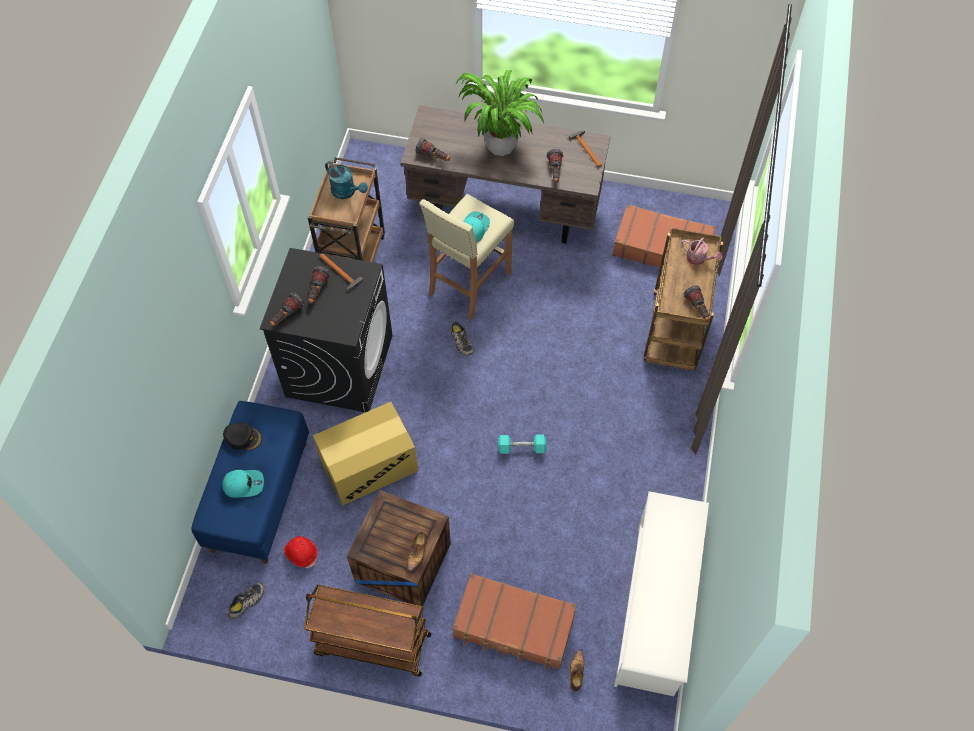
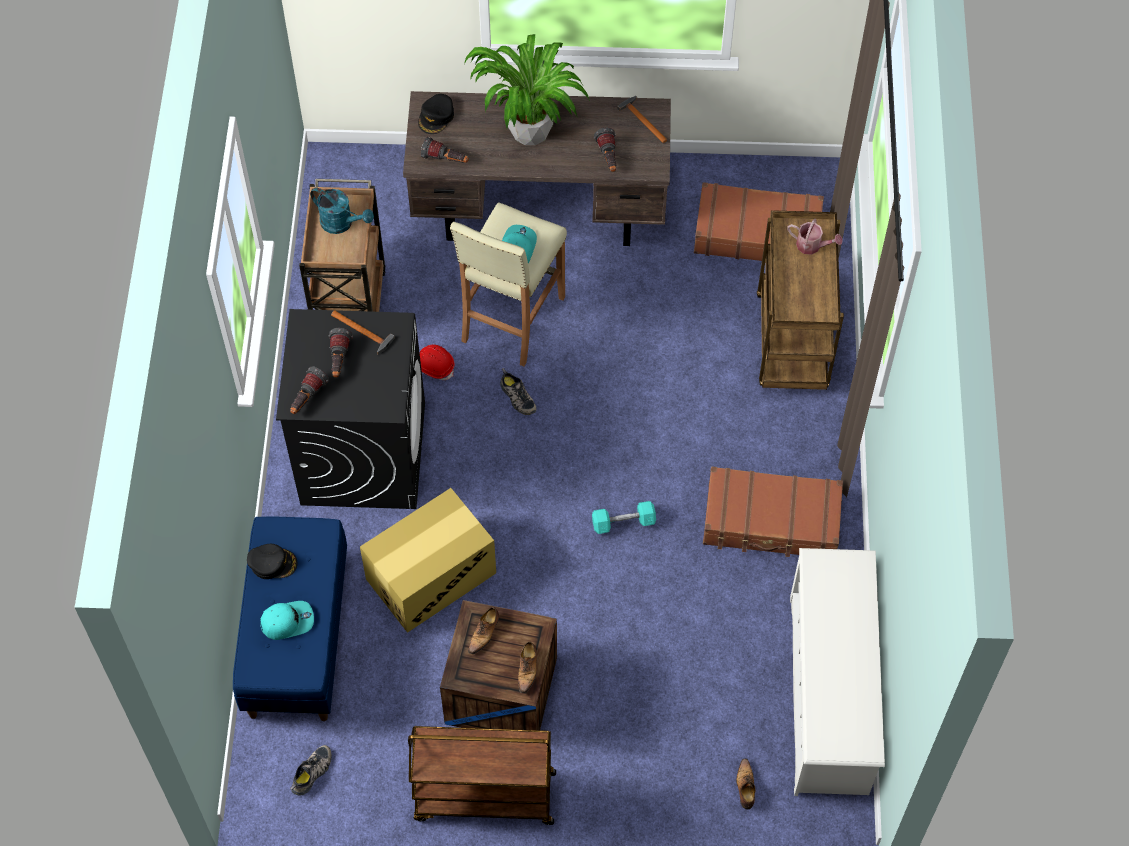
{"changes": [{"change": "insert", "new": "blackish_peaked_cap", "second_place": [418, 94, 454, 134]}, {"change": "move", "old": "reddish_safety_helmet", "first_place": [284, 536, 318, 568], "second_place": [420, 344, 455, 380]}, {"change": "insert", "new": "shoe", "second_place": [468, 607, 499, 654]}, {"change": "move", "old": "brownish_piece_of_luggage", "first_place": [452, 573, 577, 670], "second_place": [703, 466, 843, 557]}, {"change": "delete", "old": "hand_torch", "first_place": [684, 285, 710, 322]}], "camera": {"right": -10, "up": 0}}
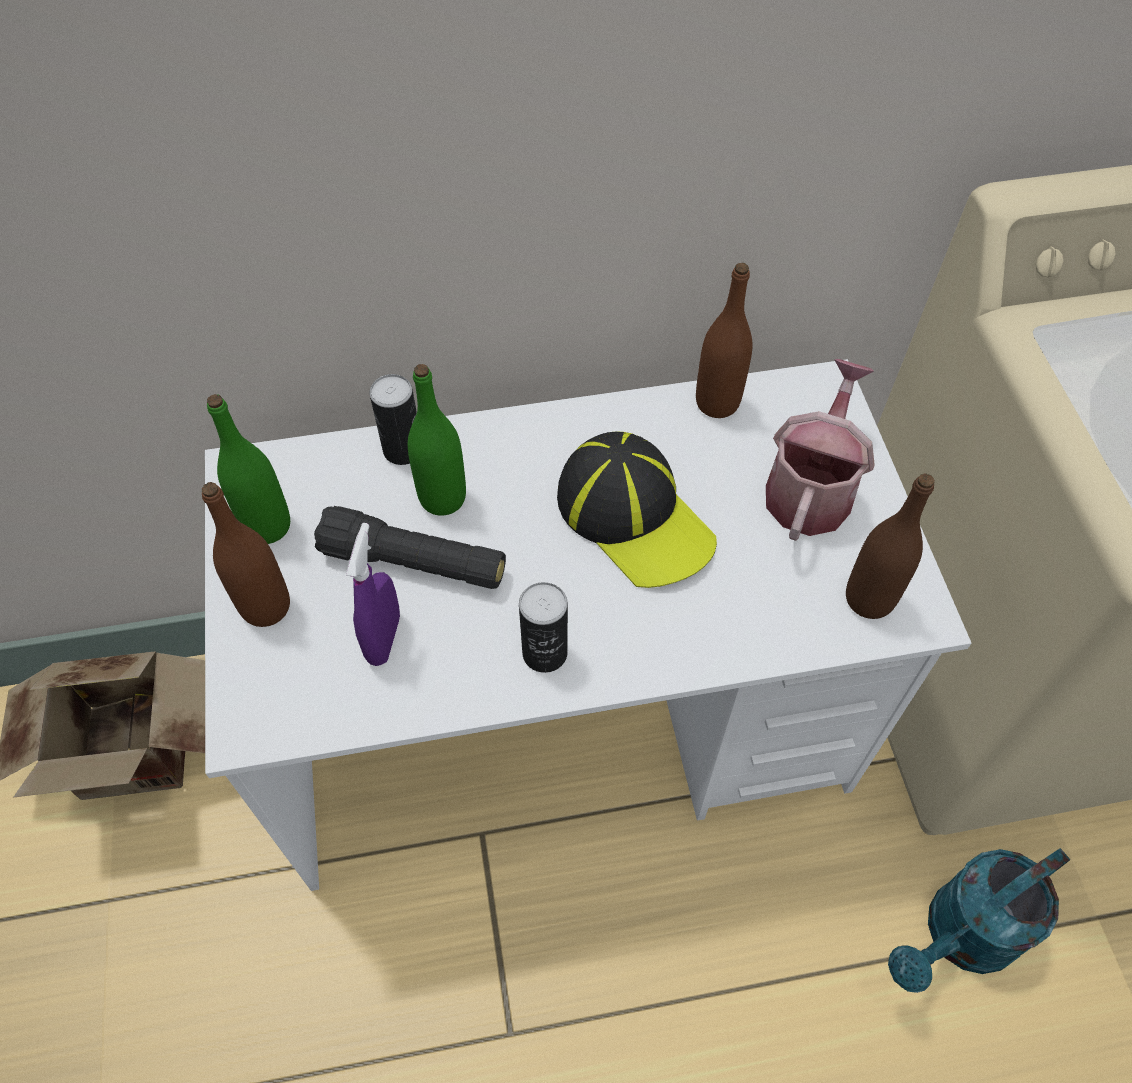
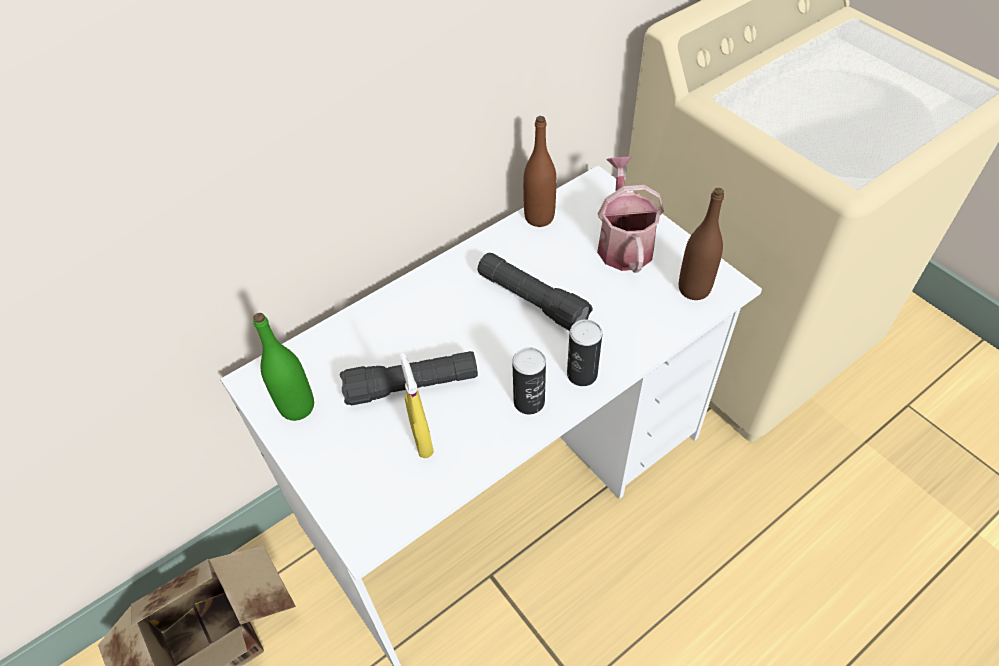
{"changes": [{"change": "recolor", "old": "purple-coloured_hand_sprayer", "new": "yellow_hand_sprayer", "first_place": [346, 523, 400, 666], "second_place": [400, 353, 434, 458]}, {"change": "replace", "old": "peaked_cap", "new": "blackish_hand_torch", "first_place": [557, 431, 717, 588], "second_place": [478, 253, 593, 331]}, {"change": "move", "old": "metal_can", "first_place": [369, 374, 417, 465], "second_place": [567, 319, 602, 386]}, {"change": "delete", "old": "brownish_beverage_bottle", "first_place": [202, 482, 290, 627]}, {"change": "delete", "old": "green_beverage_bottle", "first_place": [408, 364, 466, 516]}, {"change": "delete", "old": "turquoise-coloured_sprinkling_can", "first_place": [888, 848, 1070, 993]}], "camera": {"right": -25, "up": -5}}
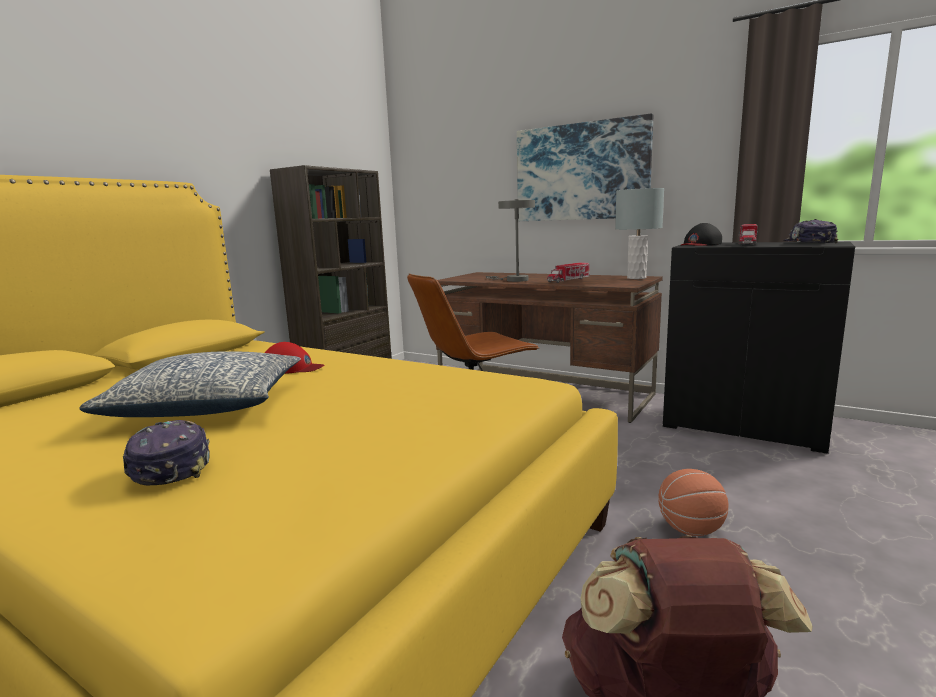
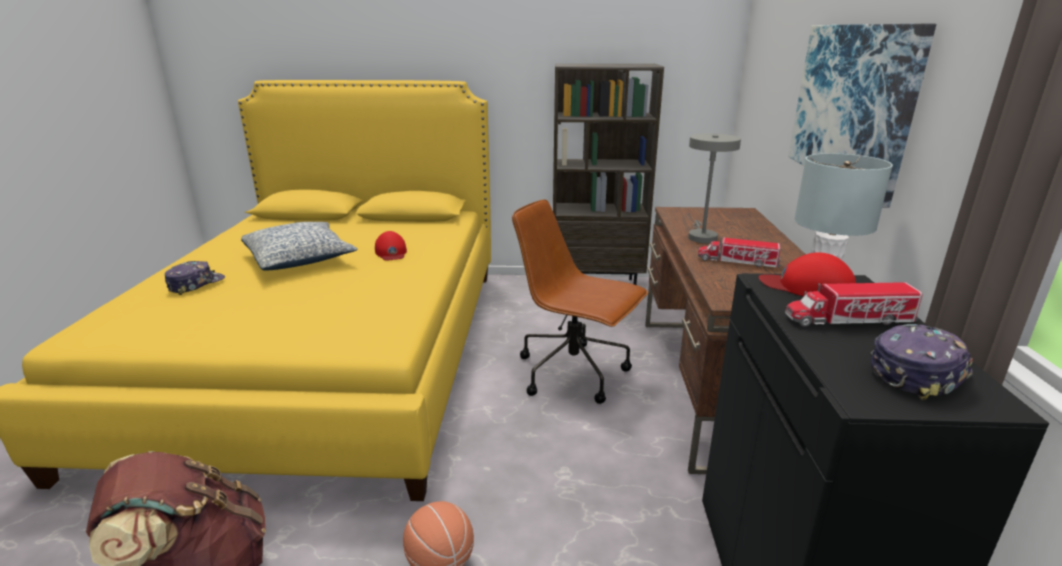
{"changes": [{"change": "recolor", "old": "blackish_peaked_cap", "new": "reddish_peaked_cap", "first_place": [681, 223, 722, 246], "second_place": [759, 252, 856, 296]}], "camera": {"right": 60, "up": 10}}
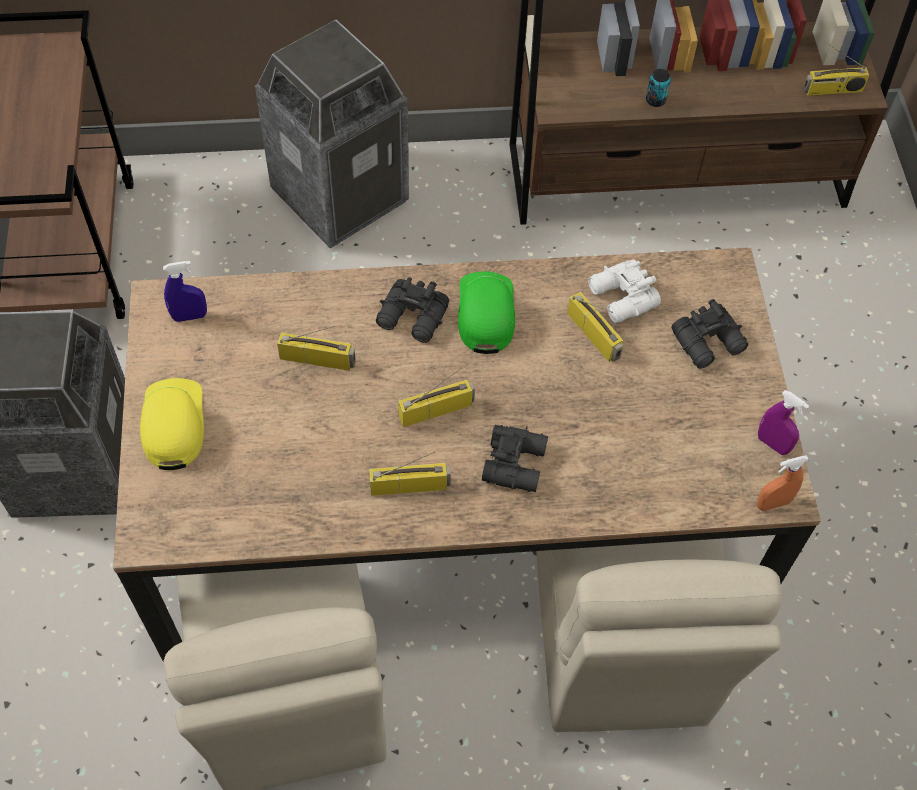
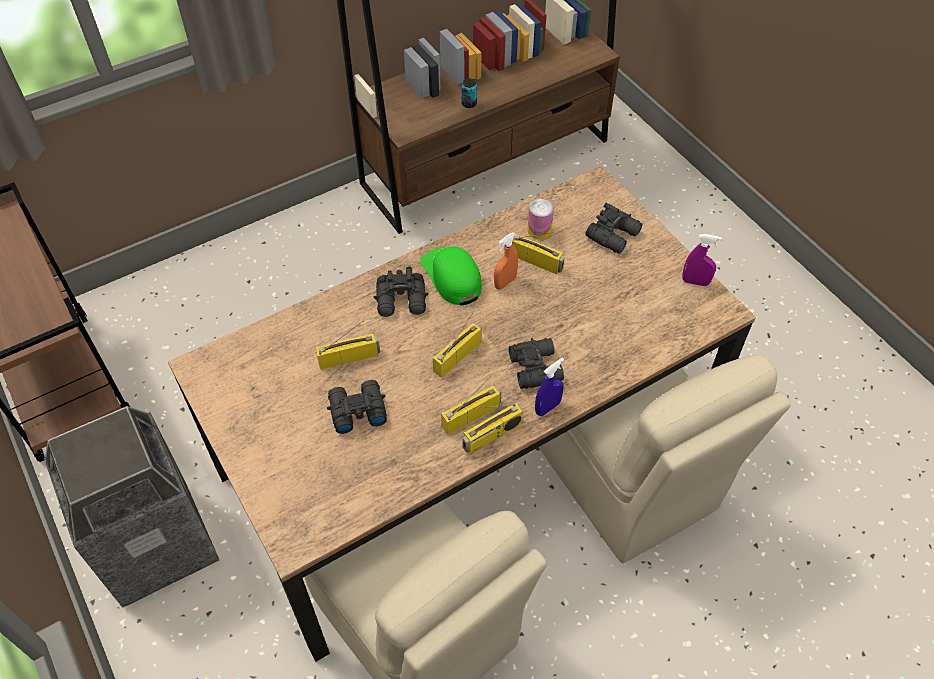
{"changes": [{"change": "insert", "new": "blackish_binoculars", "second_place": [327, 380, 387, 434]}, {"change": "move", "old": "radio_set", "first_place": [803, 45, 870, 96], "second_place": [462, 403, 523, 454]}, {"change": "move", "old": "orange_hand_sprayer", "first_place": [757, 455, 809, 511], "second_place": [494, 232, 518, 290]}, {"change": "replace", "old": "whitish_binoculars", "new": "metal_can", "first_place": [588, 260, 661, 323], "second_place": [527, 199, 554, 239]}, {"change": "move", "old": "bluish_hand_sprayer", "first_place": [163, 261, 207, 322], "second_place": [535, 358, 564, 416]}, {"change": "delete", "old": "yellow_peaked_cap", "first_place": [140, 378, 204, 470]}, {"change": "delete", "old": "trash_can", "first_place": [255, 20, 409, 248]}], "camera": {"right": -25, "up": -5}}
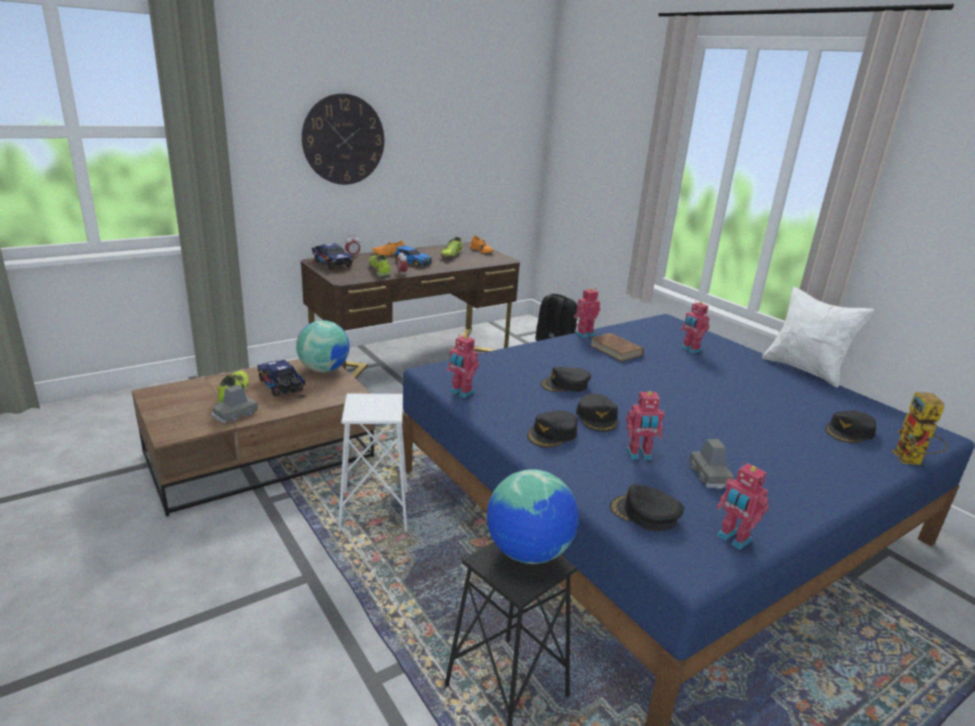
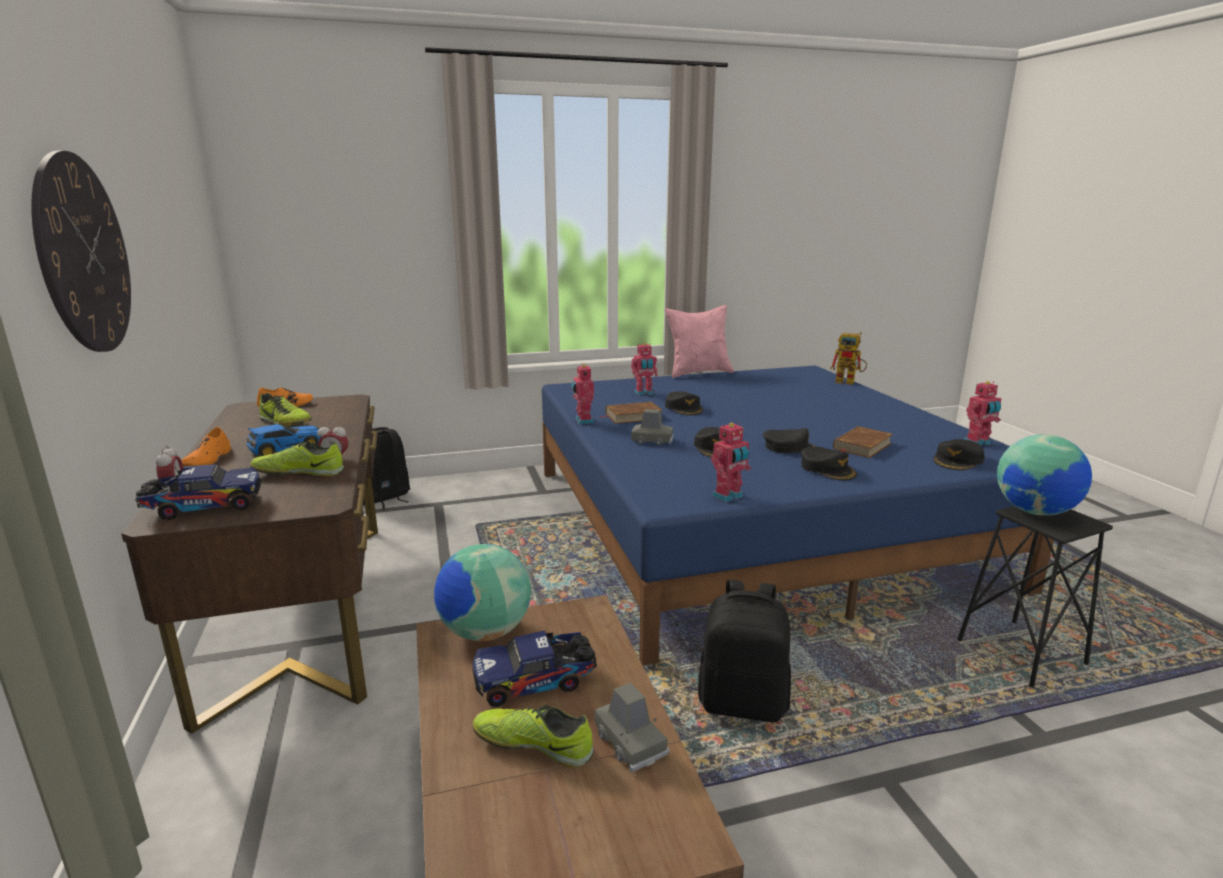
{"changes": [{"change": "move", "old": "grey_miniature_car", "first_place": [690, 439, 735, 489], "second_place": [631, 409, 674, 445]}, {"change": "recolor", "old": "whitish_pillow", "new": "pink-coloured_pillow", "first_place": [762, 287, 874, 387], "second_place": [665, 305, 734, 378]}, {"change": "move", "old": "blackish_peaked_cap", "first_place": [825, 411, 876, 443], "second_place": [665, 391, 703, 415]}, {"change": "replace", "old": "whitish_stool", "new": "blackish_rucksack", "first_place": [338, 394, 408, 532], "second_place": [698, 580, 791, 722]}, {"change": "replace", "old": "toy_robot", "new": "brownish_volume", "first_place": [626, 391, 665, 460], "second_place": [833, 426, 893, 458]}], "camera": {"right": -70, "up": -5}}
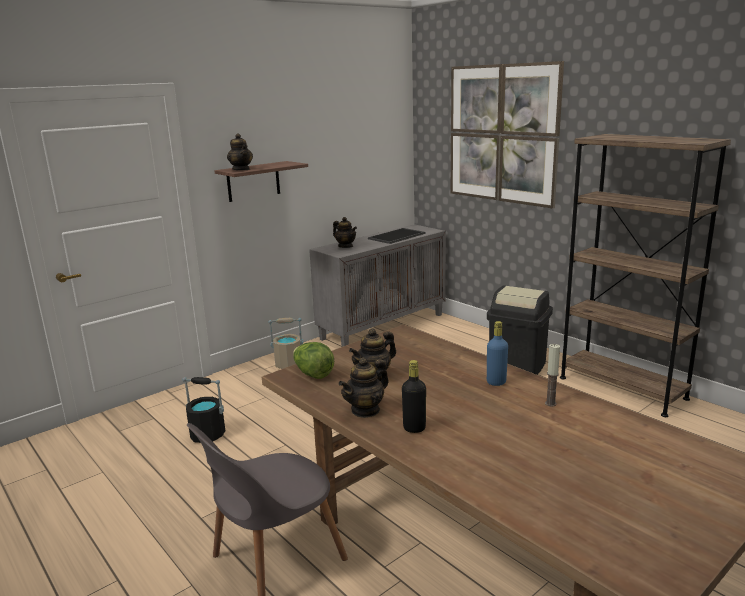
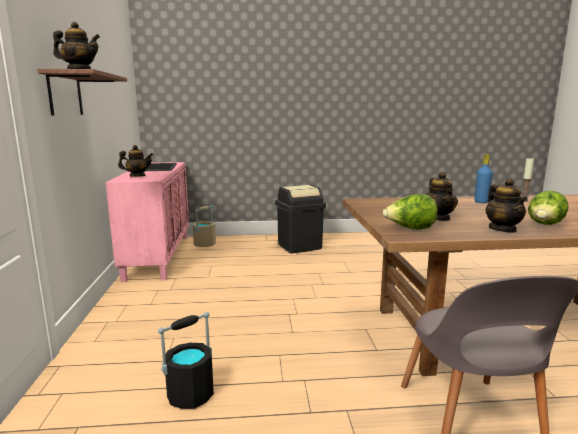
{"changes": [{"change": "recolor", "old": "grey_cabinet", "new": "pink-coloured_cabinet", "first_place": [309, 224, 446, 347], "second_place": [106, 162, 189, 282]}, {"change": "move", "old": "sand-coloured_pail", "first_place": [268, 318, 303, 369], "second_place": [193, 205, 216, 247]}, {"change": "replace", "old": "blackish_beverage_bottle", "new": "head_of_lettuce", "first_place": [402, 360, 426, 433], "second_place": [528, 190, 569, 225]}, {"change": "delete", "old": "wall_art", "first_place": [451, 61, 564, 208]}, {"change": "delete", "old": "brownish_bookshelf", "first_place": [560, 134, 731, 417]}], "camera": {"right": -55, "up": -5}}
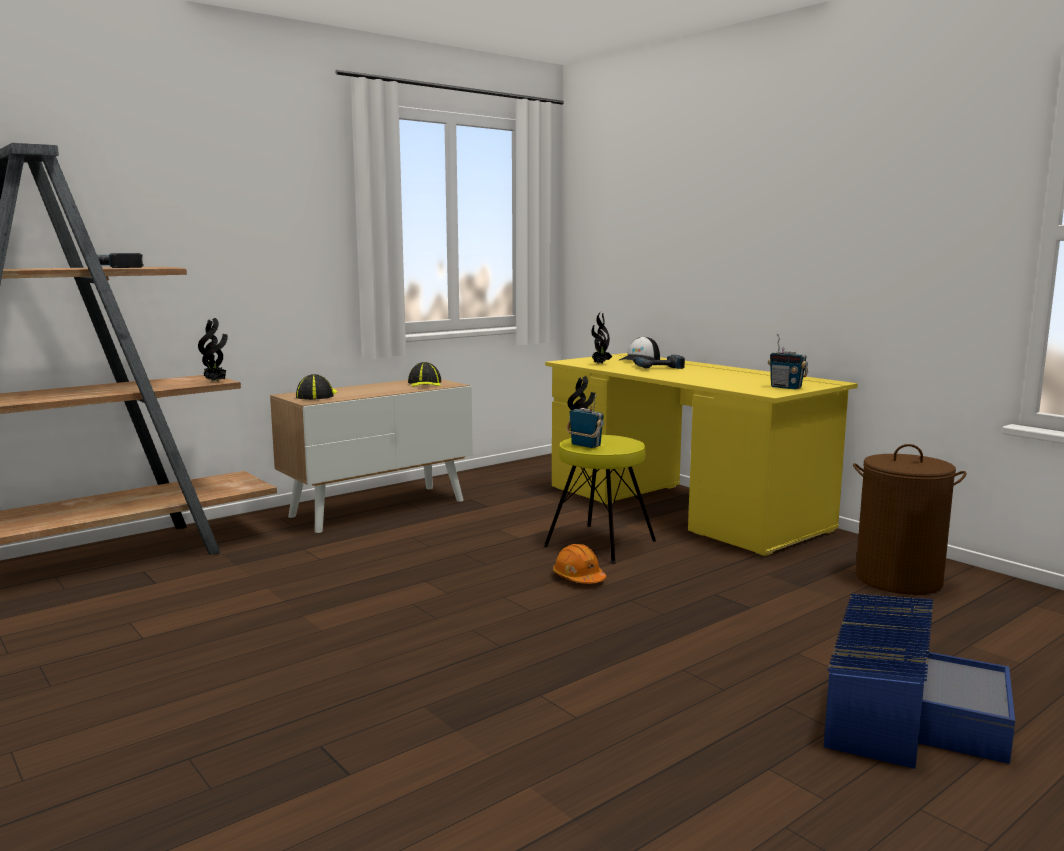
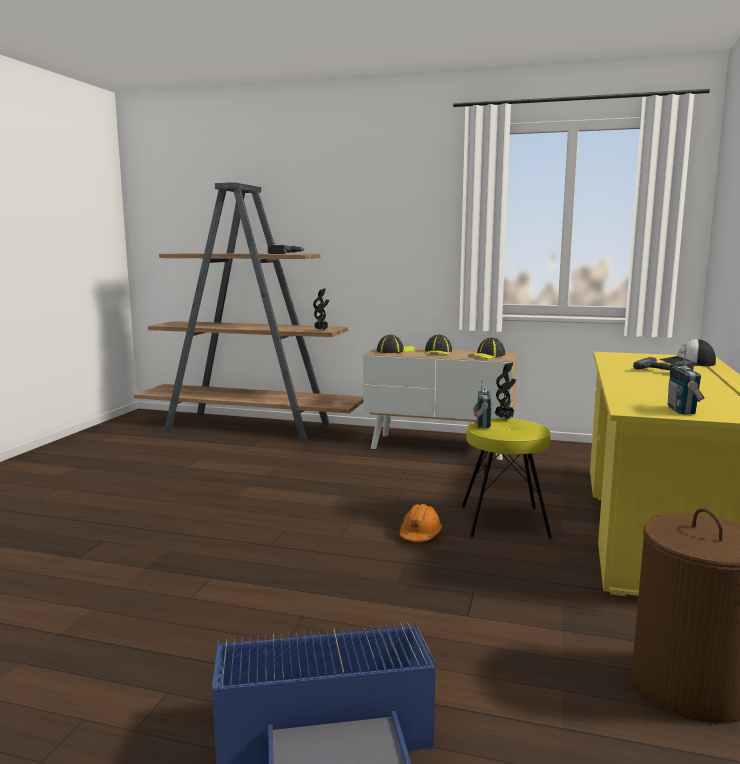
{"changes": [{"change": "insert", "new": "peaked_cap", "second_place": [425, 335, 452, 355]}, {"change": "delete", "old": "plant_in_a_pot", "first_place": [591, 312, 612, 364]}], "camera": {"right": 55, "up": 0}}
